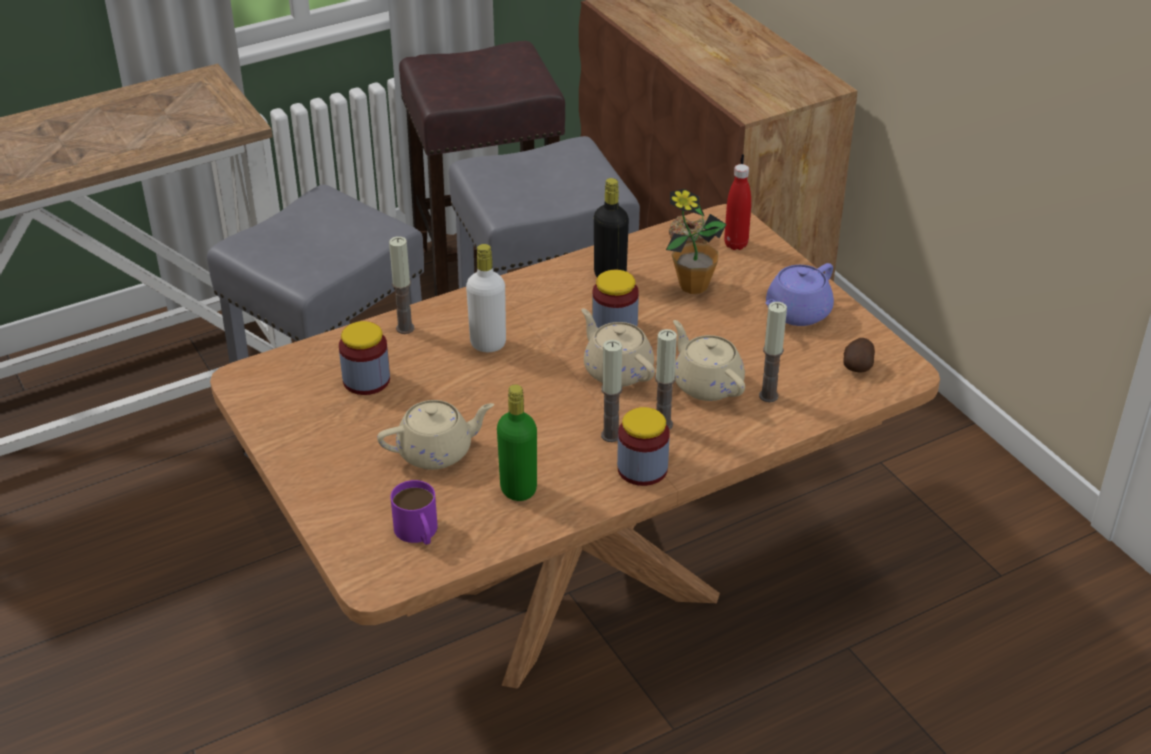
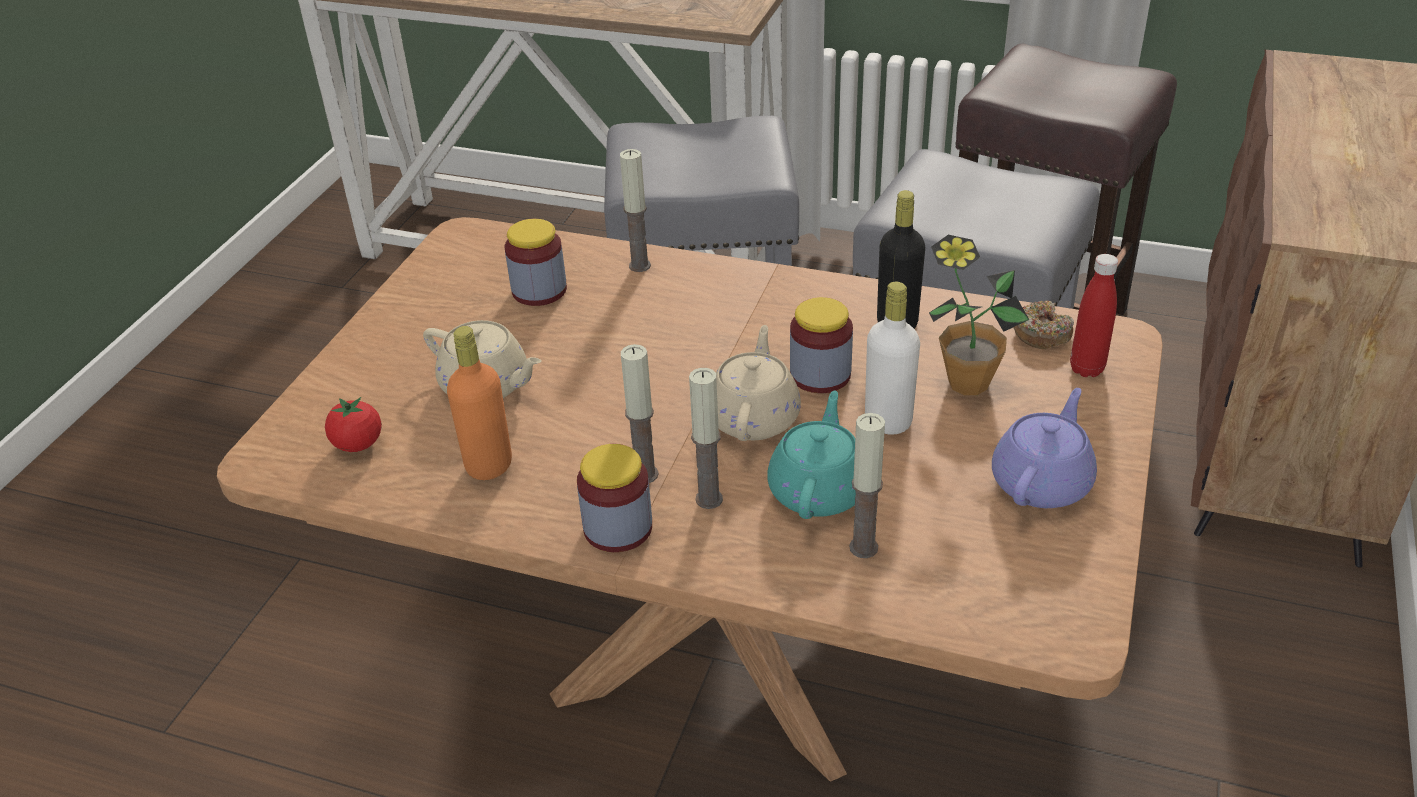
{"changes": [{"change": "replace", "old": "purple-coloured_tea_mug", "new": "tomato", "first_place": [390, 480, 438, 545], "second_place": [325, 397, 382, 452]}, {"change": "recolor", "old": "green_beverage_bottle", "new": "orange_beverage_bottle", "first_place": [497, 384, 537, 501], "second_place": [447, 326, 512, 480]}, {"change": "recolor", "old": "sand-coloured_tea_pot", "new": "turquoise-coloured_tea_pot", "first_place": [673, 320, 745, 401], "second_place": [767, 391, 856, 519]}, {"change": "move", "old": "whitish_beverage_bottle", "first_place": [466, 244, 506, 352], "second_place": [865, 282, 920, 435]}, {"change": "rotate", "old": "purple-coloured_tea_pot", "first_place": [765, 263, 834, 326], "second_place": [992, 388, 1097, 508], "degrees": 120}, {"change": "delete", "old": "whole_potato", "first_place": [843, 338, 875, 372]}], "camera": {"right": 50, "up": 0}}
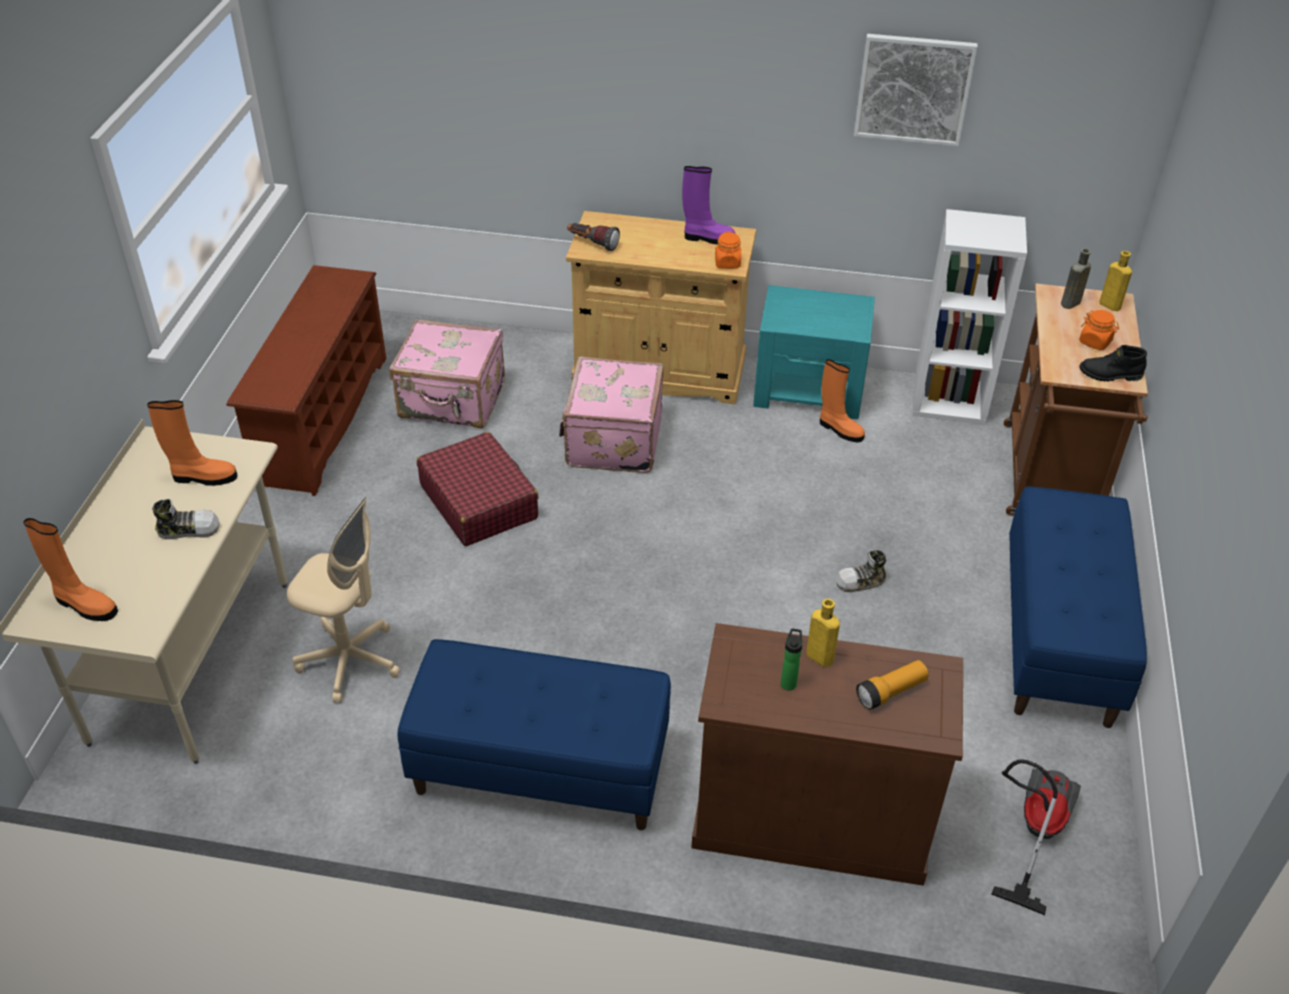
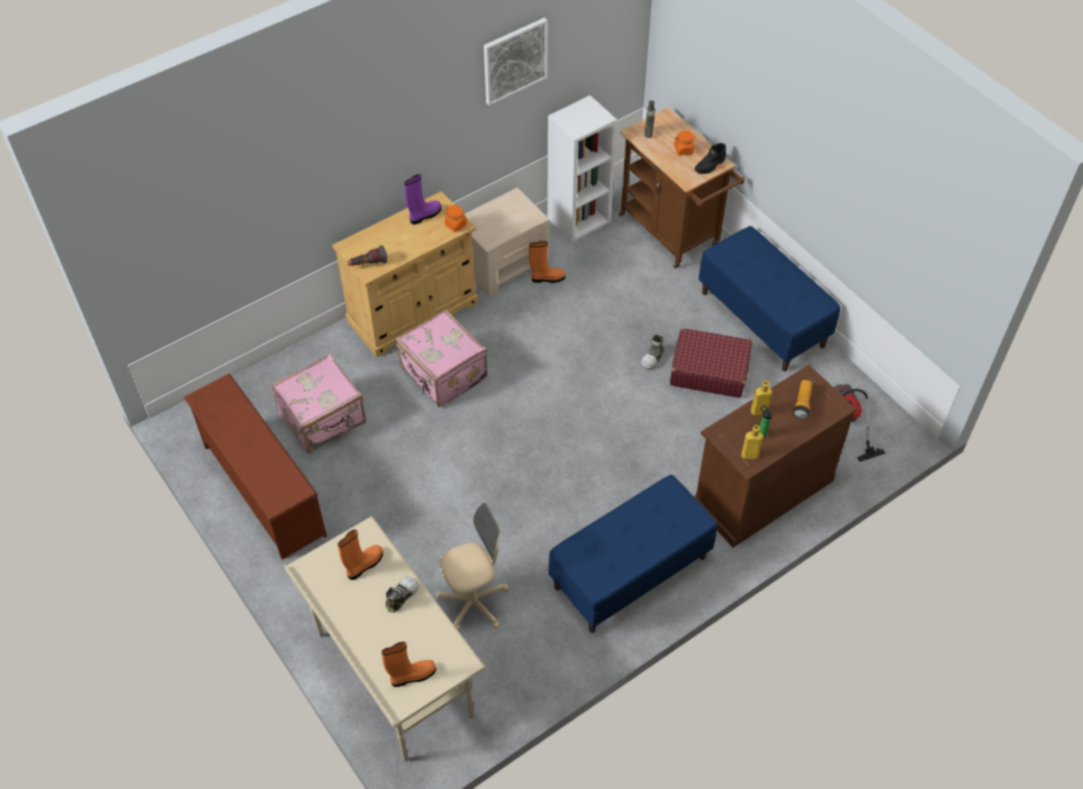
{"changes": [{"change": "recolor", "old": "turquoise-coloured_bedside_table", "new": "sand-coloured_bedside_table", "first_place": [753, 285, 875, 419], "second_place": [464, 187, 549, 297]}, {"change": "move", "old": "reddish_piece_of_luggage", "first_place": [417, 432, 539, 546], "second_place": [670, 328, 752, 398]}, {"change": "move", "old": "yellow_beverage_bottle", "first_place": [1100, 251, 1132, 311], "second_place": [741, 425, 763, 459]}], "camera": {"right": -45, "up": 10}}
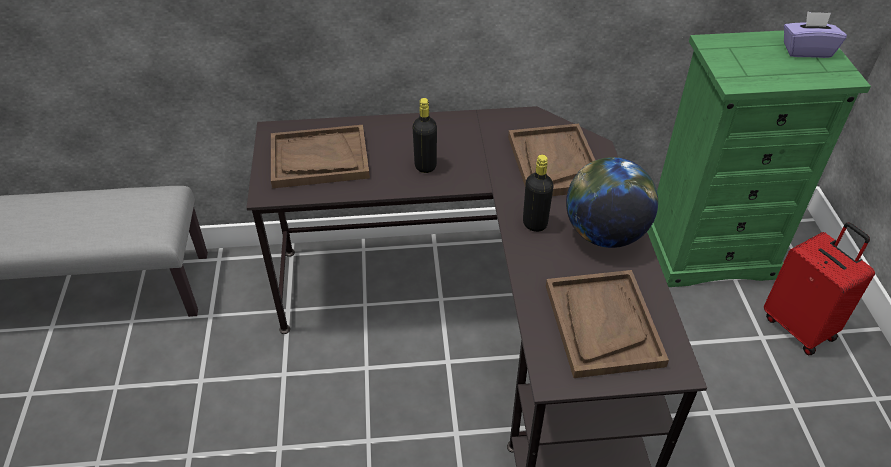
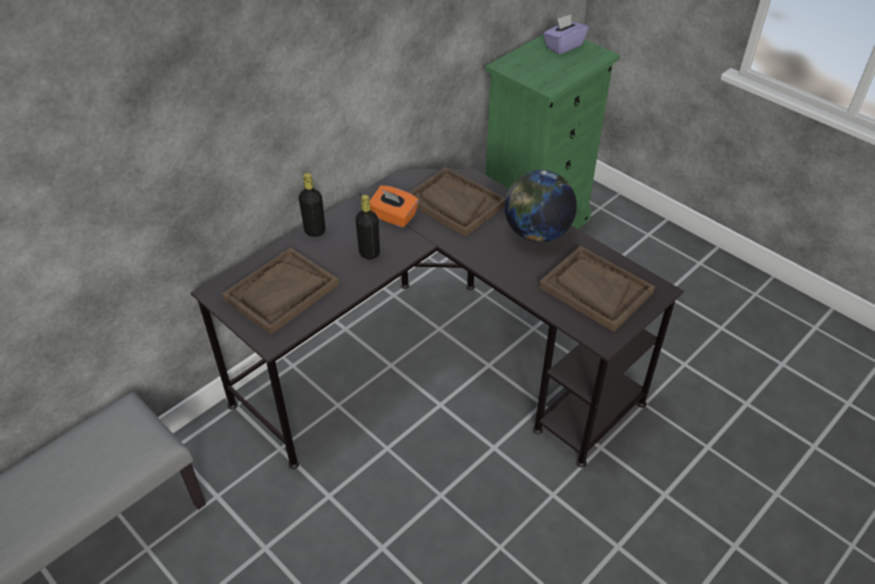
{"changes": [{"change": "move", "old": "blackish_beverage_bottle", "first_place": [523, 155, 554, 232], "second_place": [299, 173, 325, 237]}, {"change": "insert", "new": "orange_box_of_tissues", "second_place": [370, 185, 419, 228]}, {"change": "delete", "old": "reddish_piece_of_luggage", "first_place": [764, 222, 875, 355]}], "camera": {"right": -40, "up": 0}}
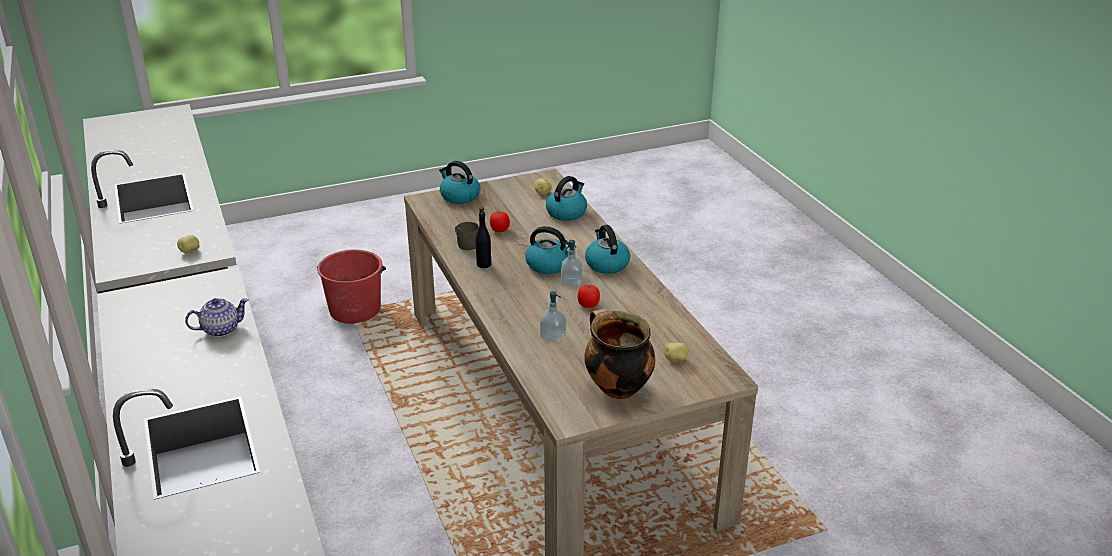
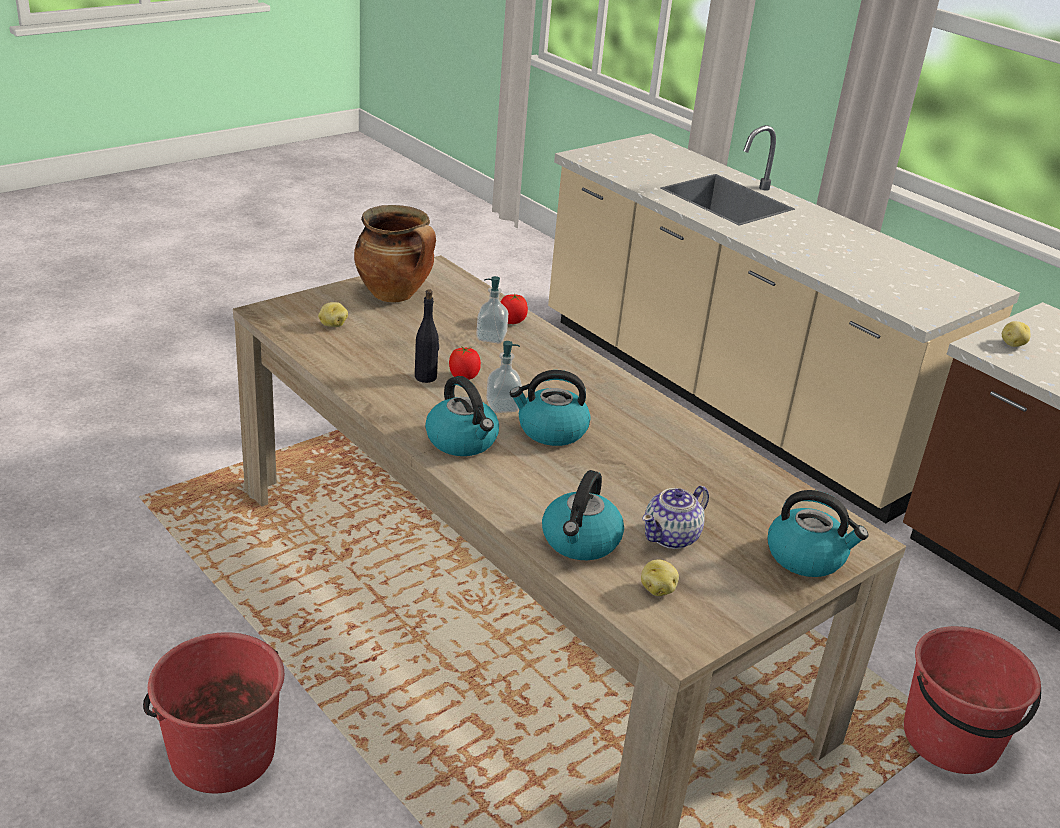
{"changes": [{"change": "insert", "new": "reddish_pail", "second_place": [143, 632, 284, 793]}, {"change": "move", "old": "blackish_beverage_bottle", "first_place": [475, 207, 491, 268], "second_place": [415, 289, 439, 383]}, {"change": "move", "old": "tomato", "first_place": [490, 212, 510, 232], "second_place": [500, 294, 528, 324]}, {"change": "move", "old": "tea_pot", "first_place": [185, 298, 248, 337], "second_place": [642, 486, 709, 549]}, {"change": "delete", "old": "grey_tea_mug", "first_place": [455, 222, 479, 250]}], "camera": {"right": 160, "up": 0}}
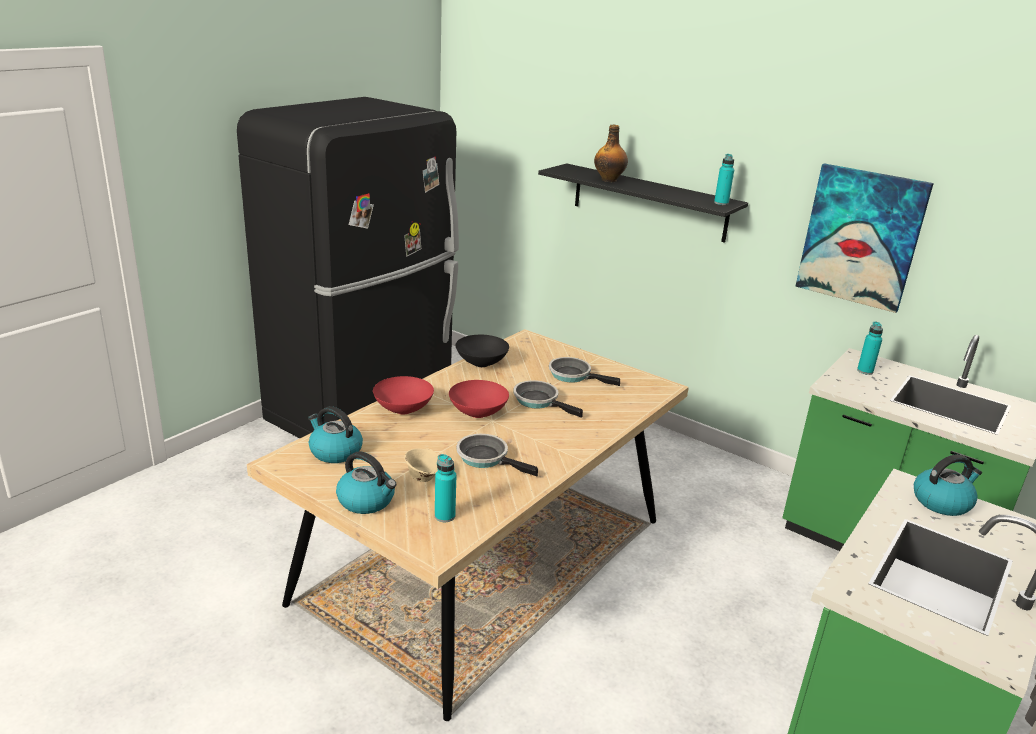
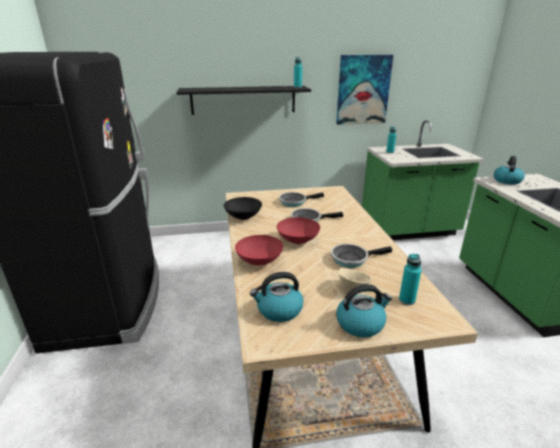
{"changes": [{"change": "delete", "old": "beverage_bottle", "first_place": [594, 125, 628, 182]}], "camera": {"right": -45, "up": 0}}
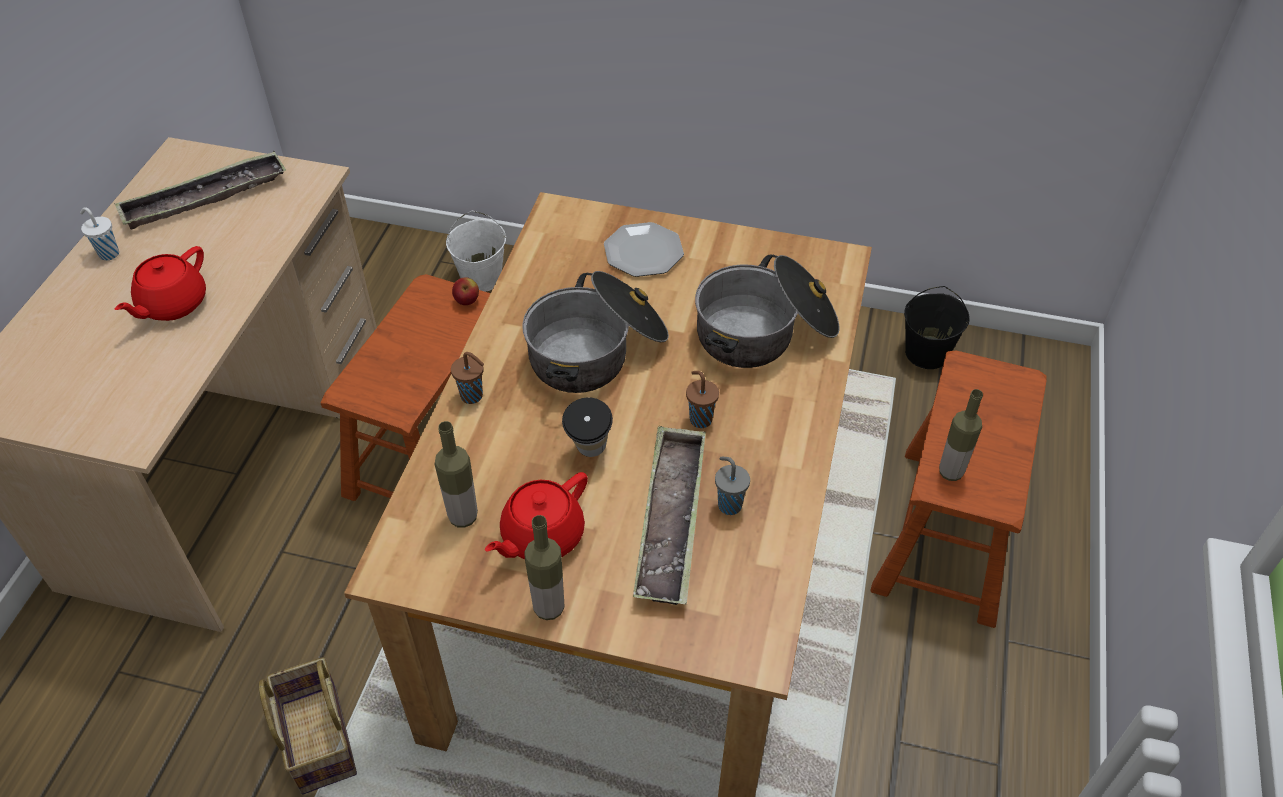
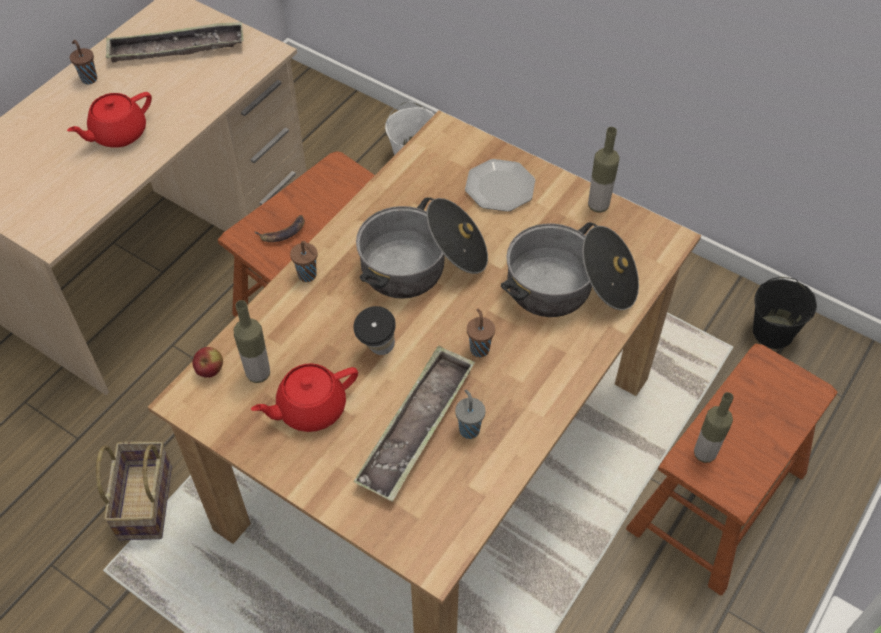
{"changes": [{"change": "recolor", "old": "whitish_cup", "new": "brownish_cup", "first_place": [80, 207, 119, 261], "second_place": [70, 40, 97, 84]}, {"change": "move", "old": "apple", "first_place": [452, 277, 479, 305], "second_place": [193, 347, 223, 378]}, {"change": "insert", "new": "whole_banana", "second_place": [254, 215, 305, 242]}, {"change": "move", "old": "beverage_bottle", "first_place": [524, 515, 564, 620], "second_place": [588, 127, 620, 213]}], "camera": {"right": 20, "up": 5}}
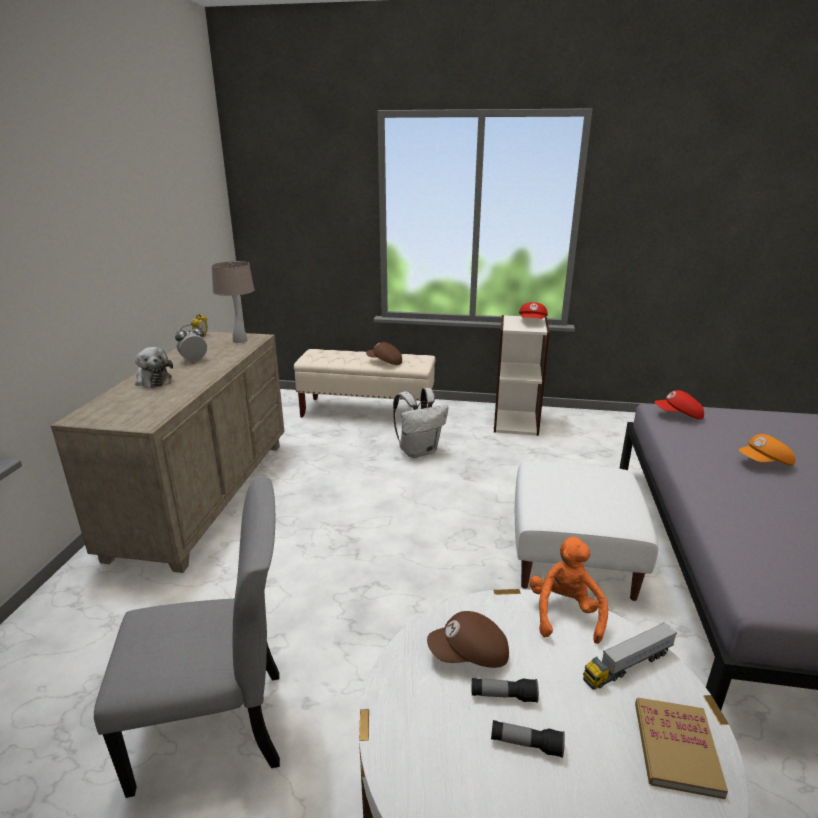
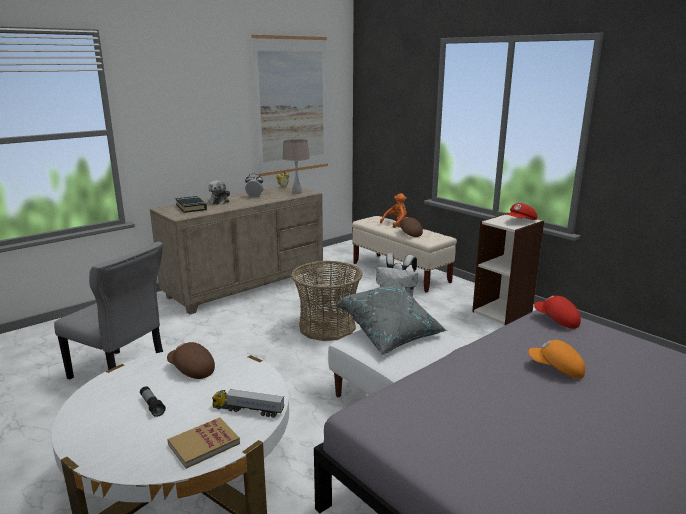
{"changes": [{"change": "insert", "new": "blackish_volume", "second_place": [176, 196, 207, 213]}, {"change": "insert", "new": "wall_art", "second_place": [252, 35, 328, 176]}, {"change": "insert", "new": "storage_basket", "second_place": [291, 261, 363, 341]}, {"change": "insert", "new": "grey_pillow", "second_place": [336, 281, 447, 355]}, {"change": "move", "old": "orange_plush_toy", "first_place": [529, 537, 608, 644], "second_place": [380, 193, 407, 228]}, {"change": "delete", "old": "hand_torch", "first_place": [472, 678, 539, 703]}], "camera": {"right": 40, "up": -5}}
